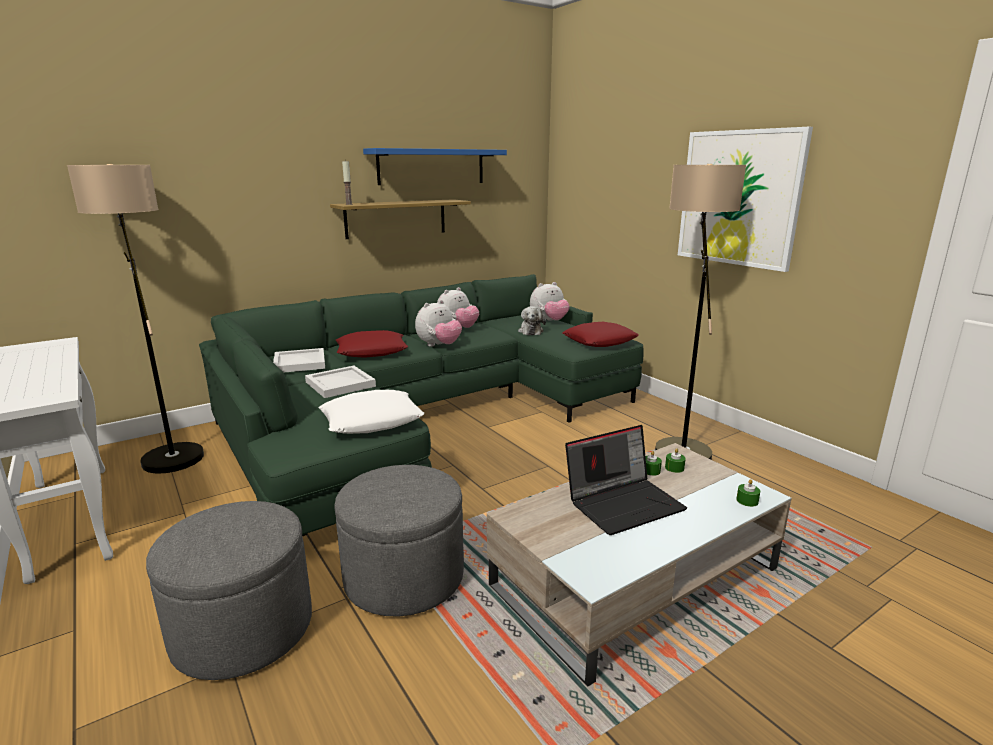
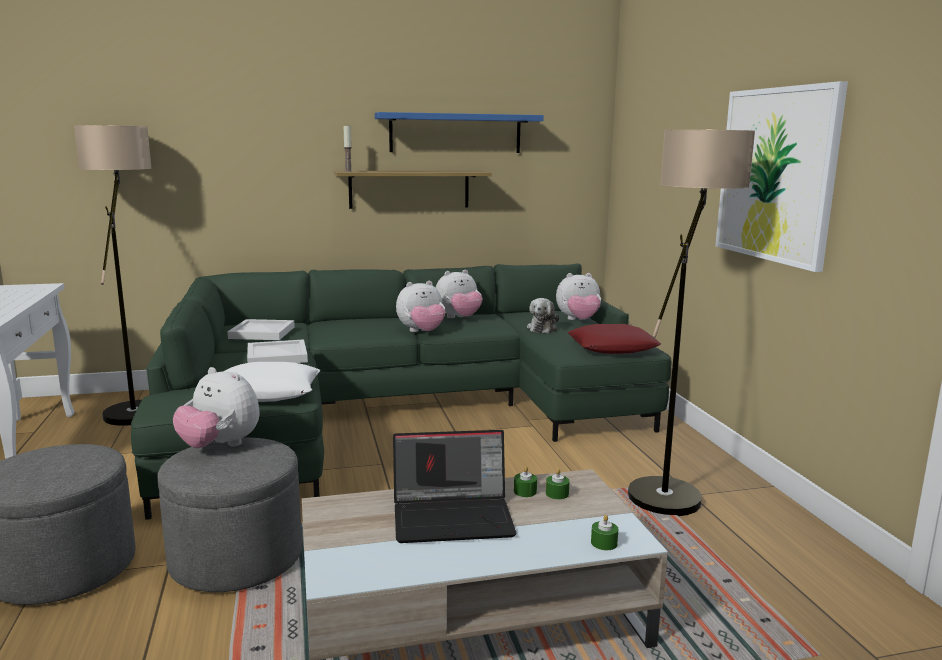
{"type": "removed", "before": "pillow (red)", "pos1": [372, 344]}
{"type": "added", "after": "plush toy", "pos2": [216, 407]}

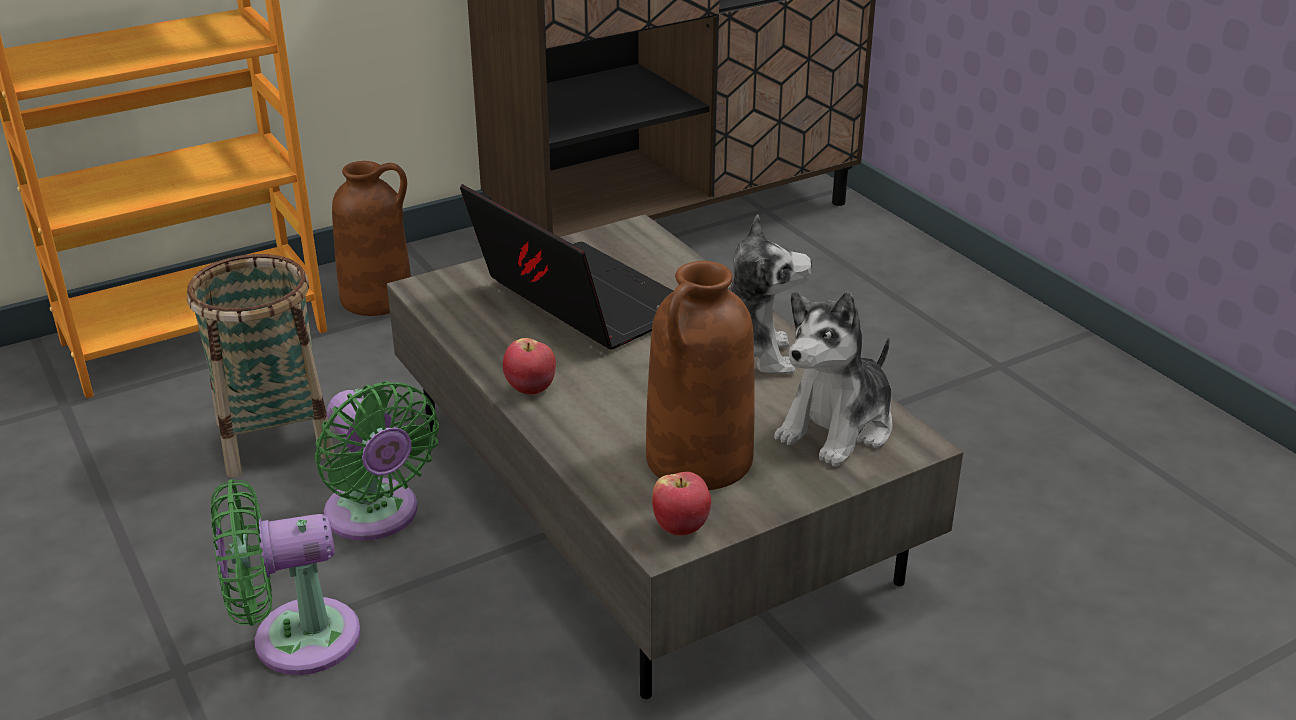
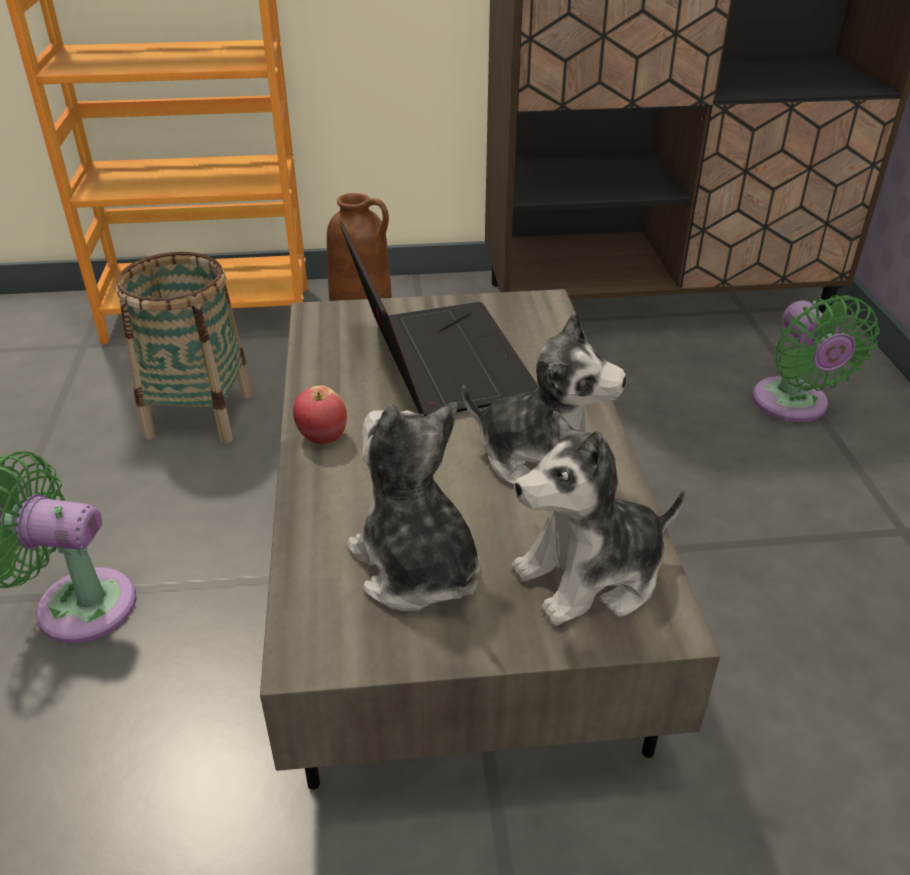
{"type": "replaced", "before": "vase (brown)", "after": "plush toy", "pos1": [700, 375], "pos2": [413, 506]}
{"type": "moved", "before": "fan (green)", "pos1": [377, 461], "pos2": [816, 358]}
{"type": "removed", "before": "apple", "pos1": [681, 503]}

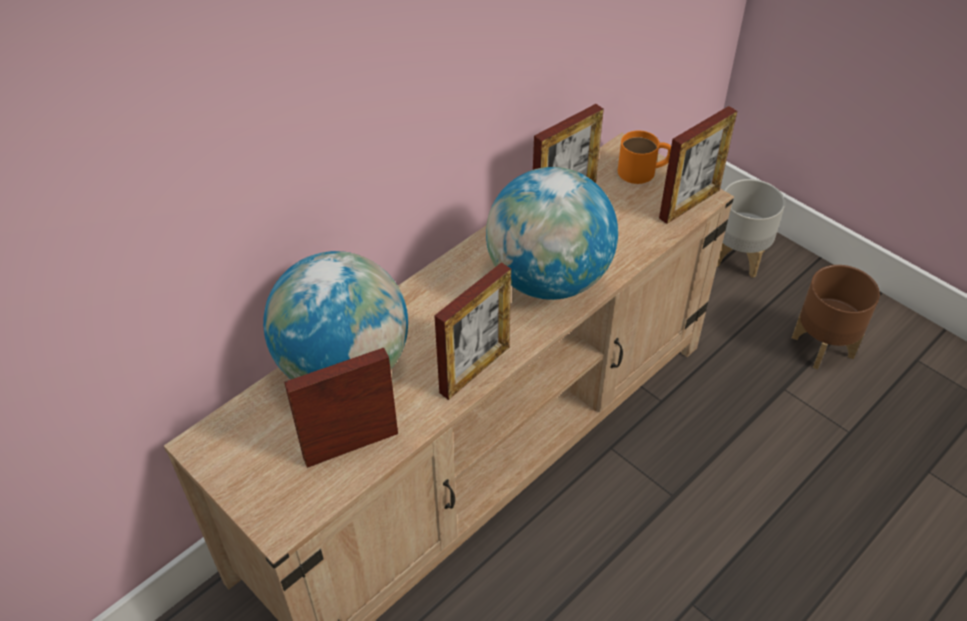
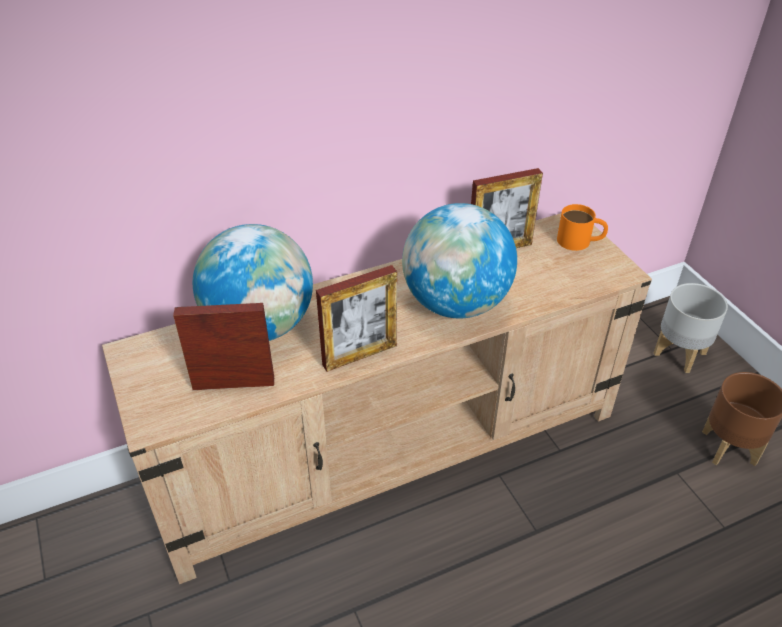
{"type": "removed", "before": "picture frame", "pos1": [698, 165]}

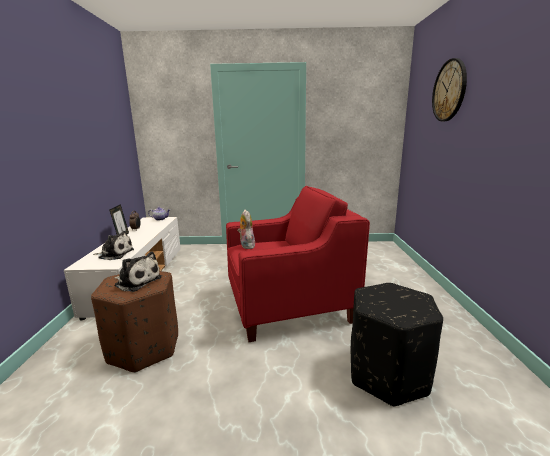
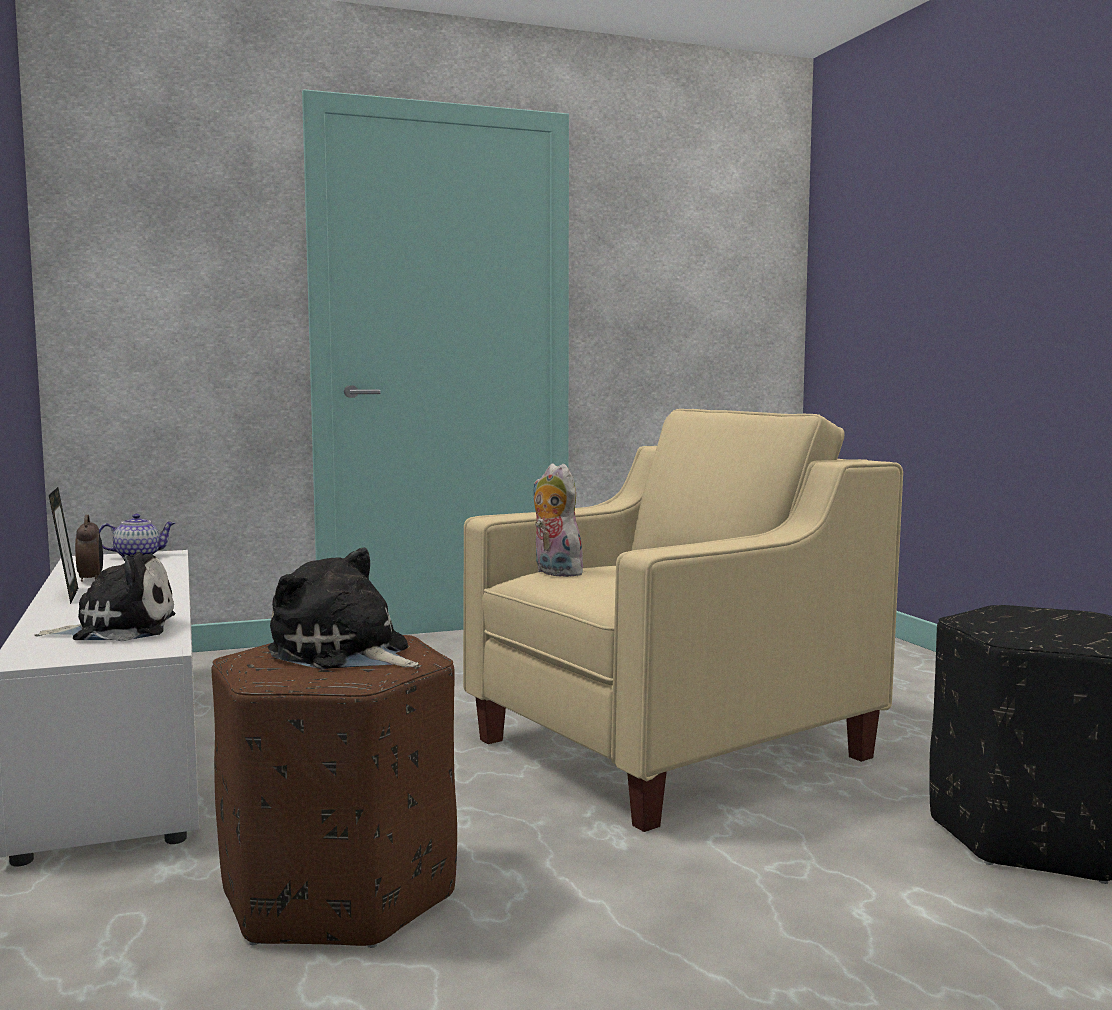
{"type": "removed", "before": "wall clock", "pos1": [449, 89]}
{"type": "recoloured", "before": "armchair (red)", "after": "armchair (beige)", "pos1": [298, 264], "pos2": [683, 620]}
{"type": "turned", "before": "plush toy", "pos1": [138, 271], "pos2": [343, 608], "turn": -150}

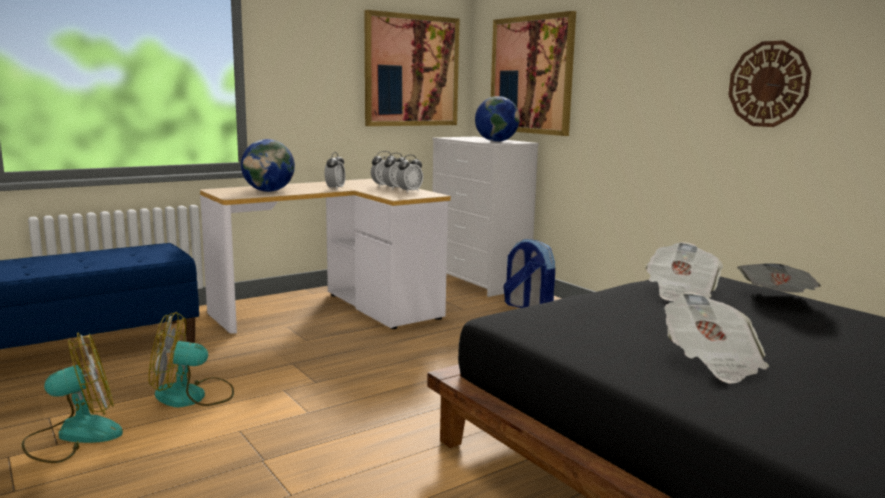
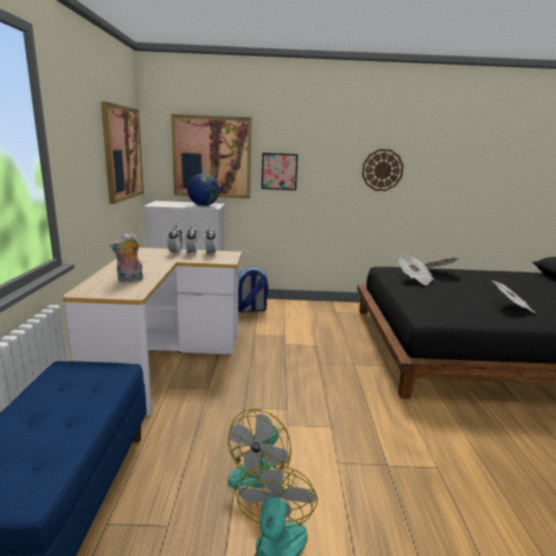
{"type": "replaced", "before": "globe", "after": "plush toy", "pos1": [268, 165], "pos2": [126, 258]}
{"type": "removed", "before": "alarm clock", "pos1": [335, 171]}
{"type": "added", "after": "picture", "pos2": [279, 171]}

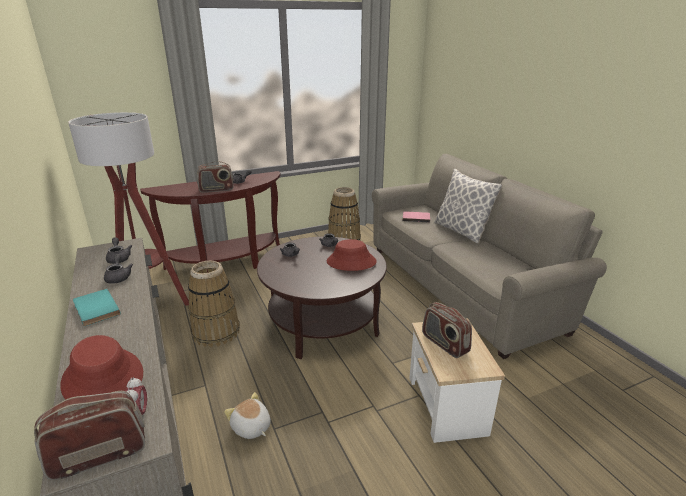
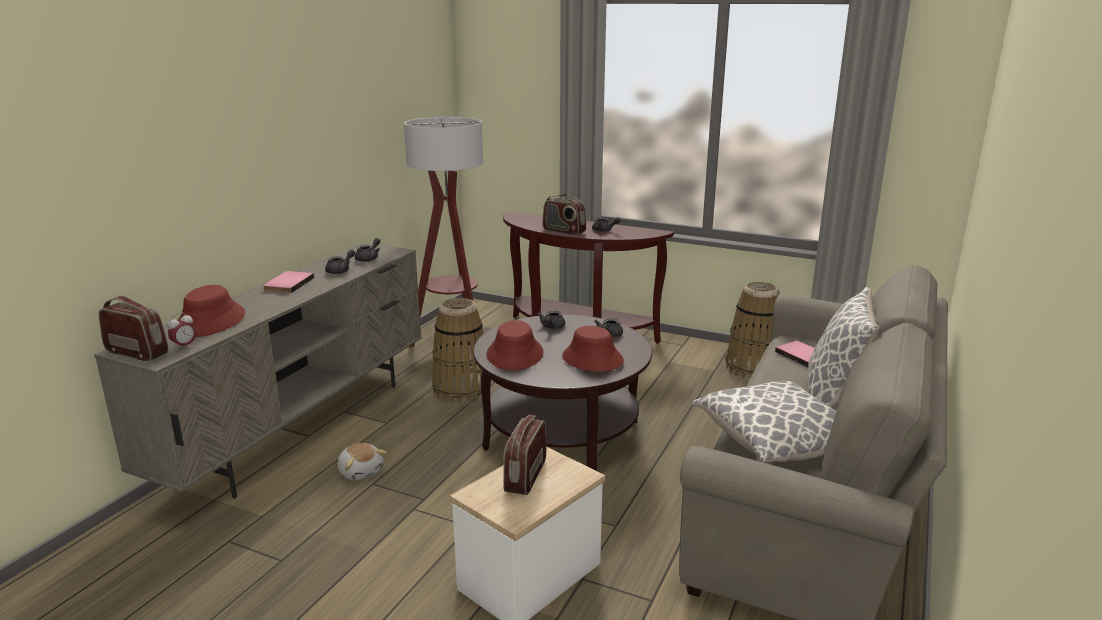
{"type": "recoloured", "before": "book (turquoise)", "after": "book (pink)", "pos1": [97, 307], "pos2": [288, 282]}
{"type": "turned", "before": "plush toy", "pos1": [247, 415], "pos2": [362, 462], "turn": 135}
{"type": "added", "after": "hat (red)", "pos2": [515, 345]}
{"type": "added", "after": "pillow", "pos2": [764, 422]}

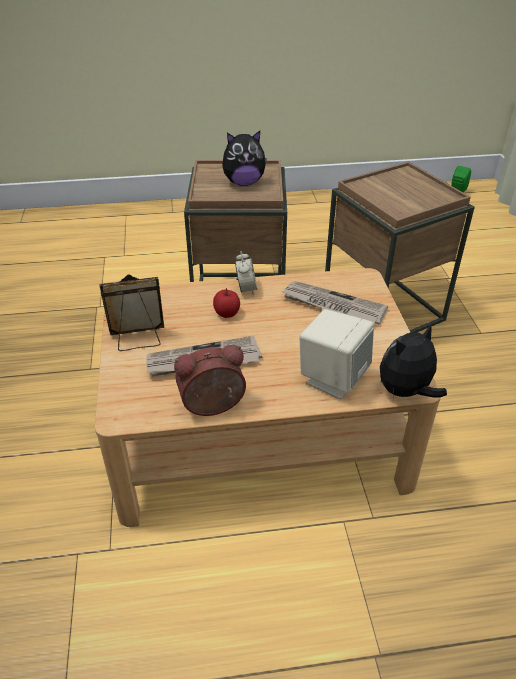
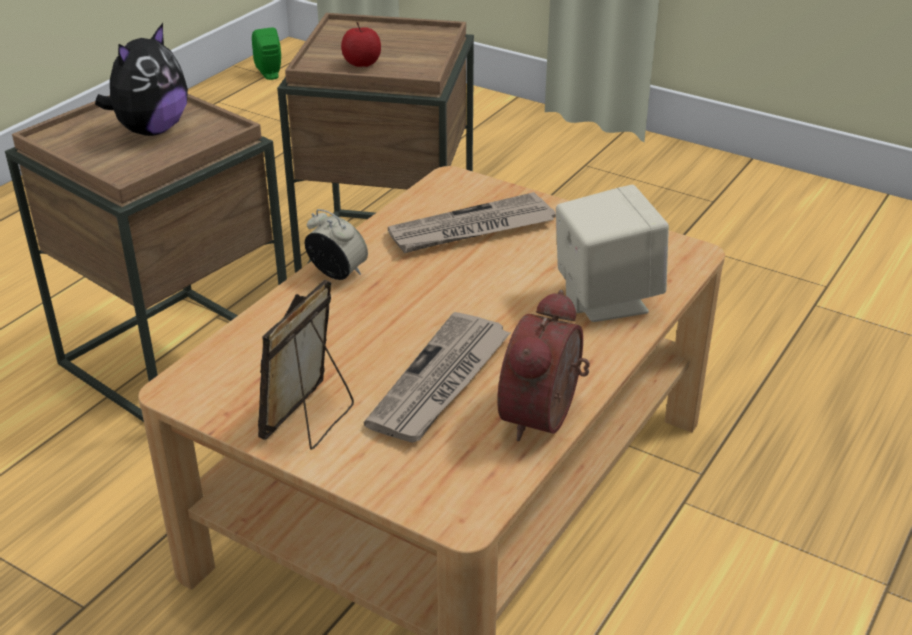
{"type": "moved", "before": "apple", "pos1": [226, 303], "pos2": [361, 44]}
{"type": "removed", "before": "plush toy", "pos1": [413, 362]}

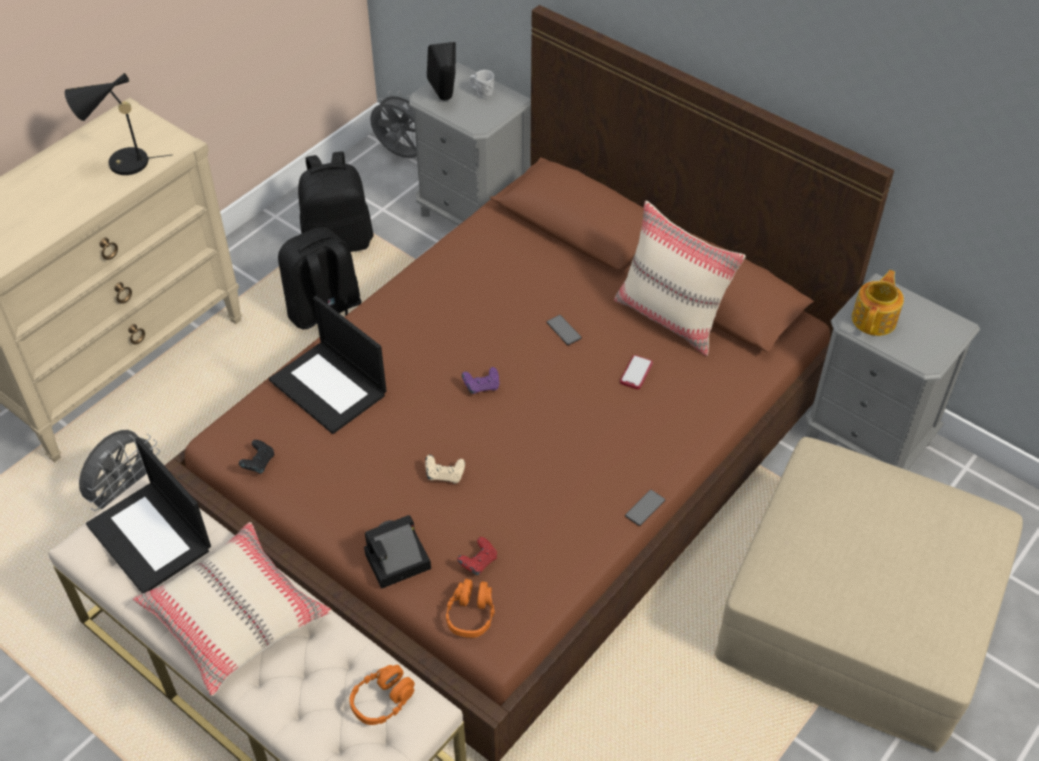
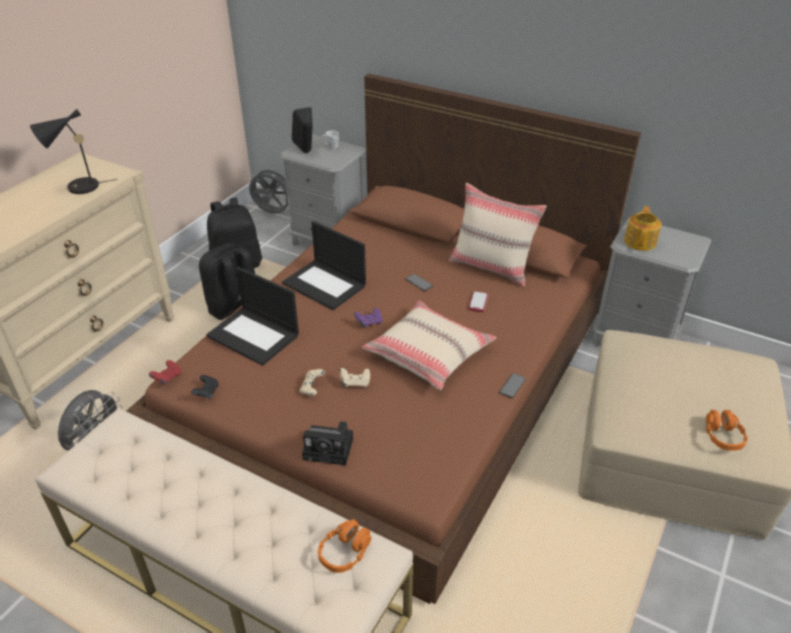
{"type": "moved", "before": "laptop", "pos1": [148, 515], "pos2": [324, 265]}
{"type": "turned", "before": "photo camera", "pos1": [397, 552], "pos2": [327, 443], "turn": -135}
{"type": "moved", "before": "pillow (beige)", "pos1": [232, 609], "pos2": [429, 345]}
{"type": "moved", "before": "game controller (red)", "pos1": [477, 556], "pos2": [165, 372]}
{"type": "moved", "before": "headphones (orange)", "pos1": [470, 608], "pos2": [727, 430]}
{"type": "added", "after": "game controller (beige)", "pos2": [312, 382]}

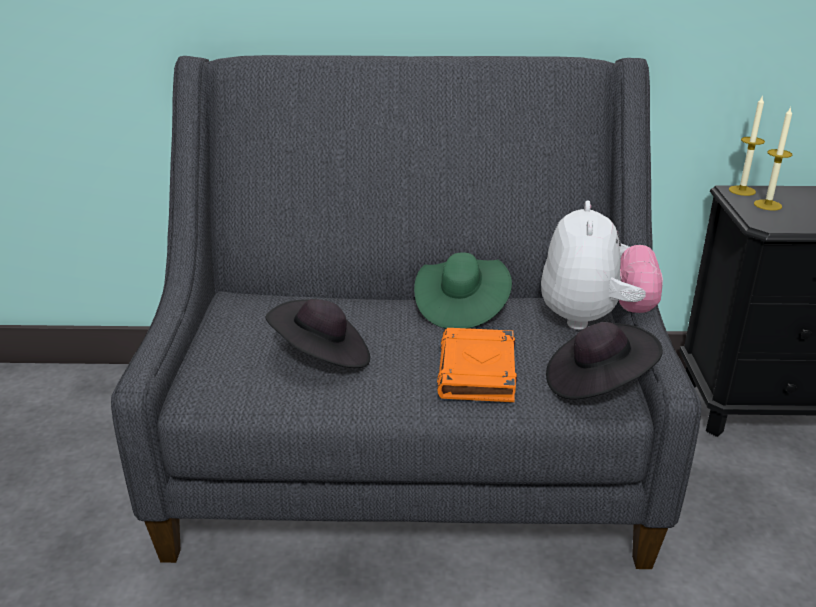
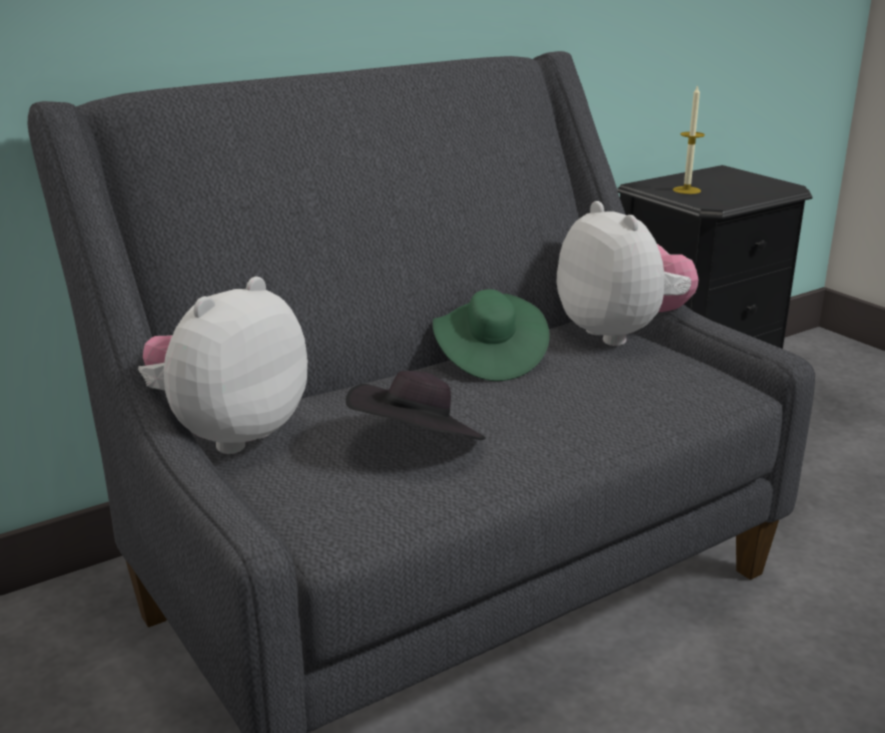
{"type": "removed", "before": "candle", "pos1": [747, 145]}
{"type": "removed", "before": "hat (black)", "pos1": [604, 361]}
{"type": "removed", "before": "book (orange)", "pos1": [477, 365]}
{"type": "added", "after": "plush toy", "pos2": [223, 365]}

